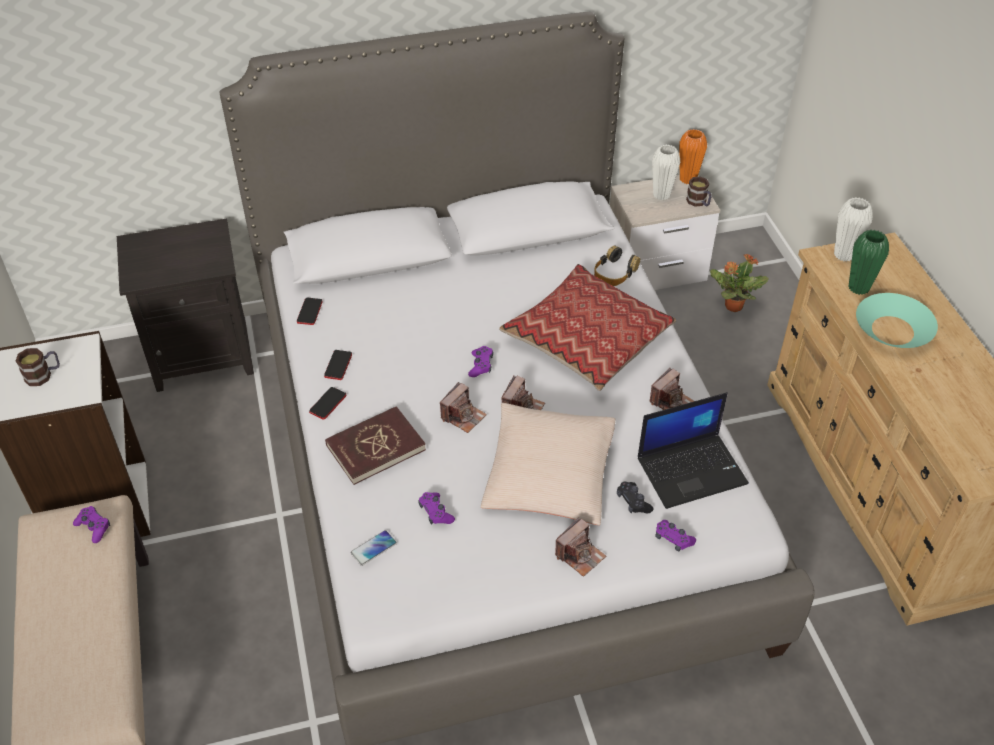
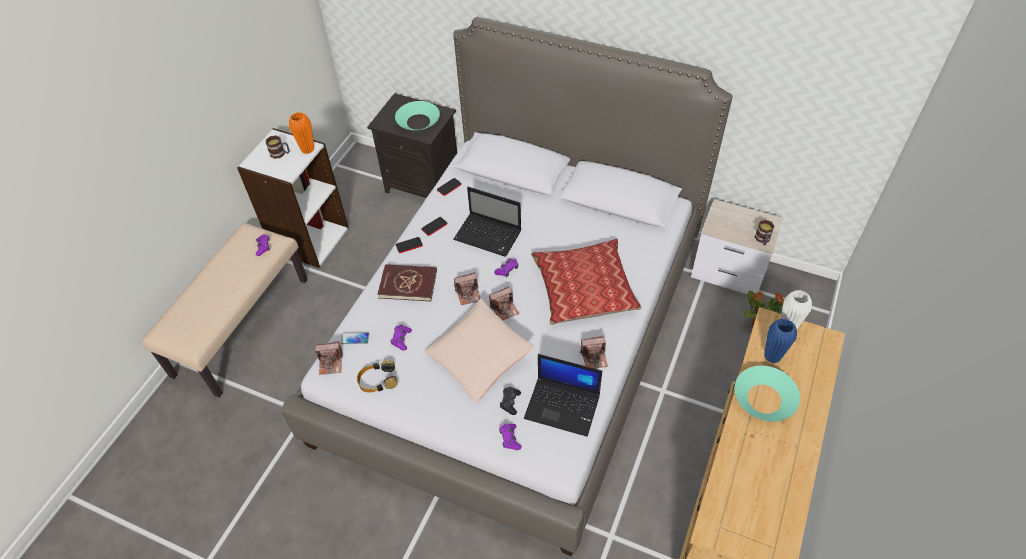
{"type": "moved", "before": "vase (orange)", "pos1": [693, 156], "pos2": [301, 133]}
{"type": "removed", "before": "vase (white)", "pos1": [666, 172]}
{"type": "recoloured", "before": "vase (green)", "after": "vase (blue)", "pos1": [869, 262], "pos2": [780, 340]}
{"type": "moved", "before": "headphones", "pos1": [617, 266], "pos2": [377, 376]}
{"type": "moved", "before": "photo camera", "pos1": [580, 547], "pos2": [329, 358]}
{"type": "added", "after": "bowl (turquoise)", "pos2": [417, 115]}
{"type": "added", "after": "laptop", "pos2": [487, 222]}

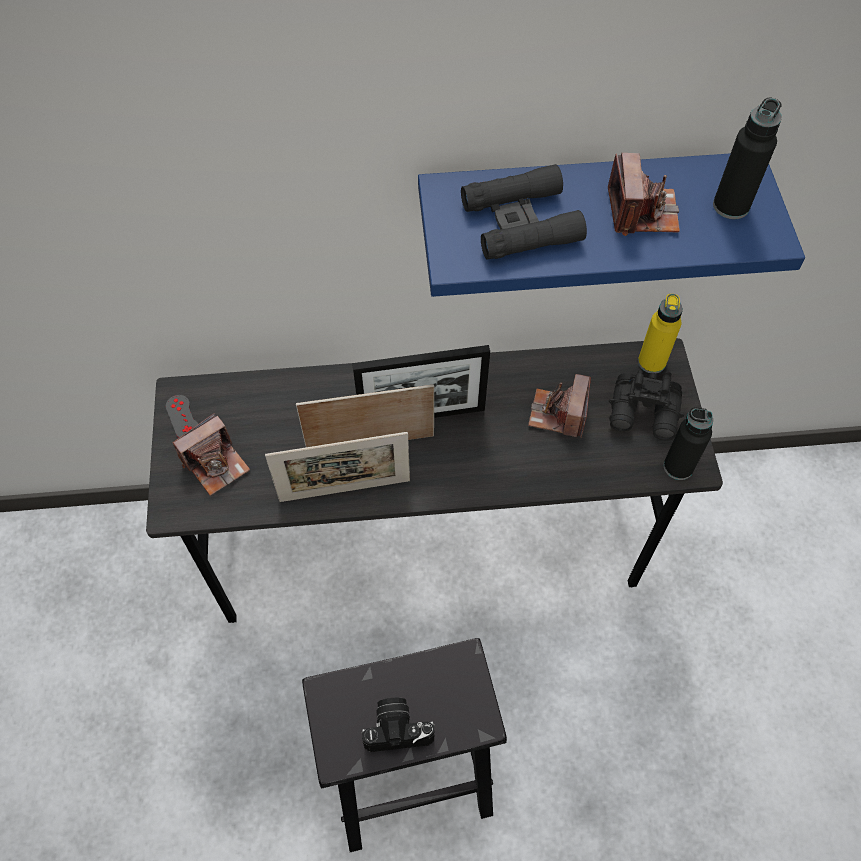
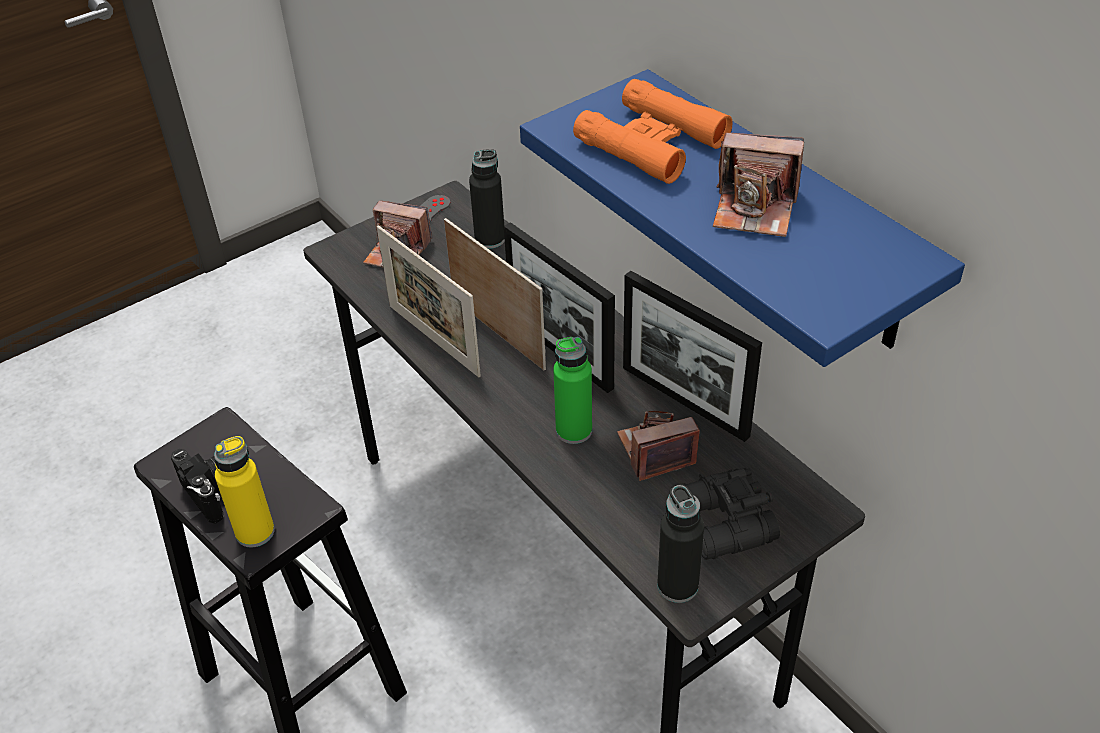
{"type": "moved", "before": "bottle (black)", "pos1": [747, 158], "pos2": [487, 199]}
{"type": "turned", "before": "photo camera", "pos1": [644, 194], "pos2": [758, 185], "turn": 45}
{"type": "recoloured", "before": "binoculars (black)", "after": "binoculars (orange)", "pos1": [524, 212], "pos2": [653, 131]}
{"type": "moved", "before": "bottle (yellow)", "pos1": [660, 333], "pos2": [244, 492]}
{"type": "added", "after": "picture frame", "pos2": [692, 356]}
{"type": "added", "after": "bottle (green)", "pos2": [572, 390]}

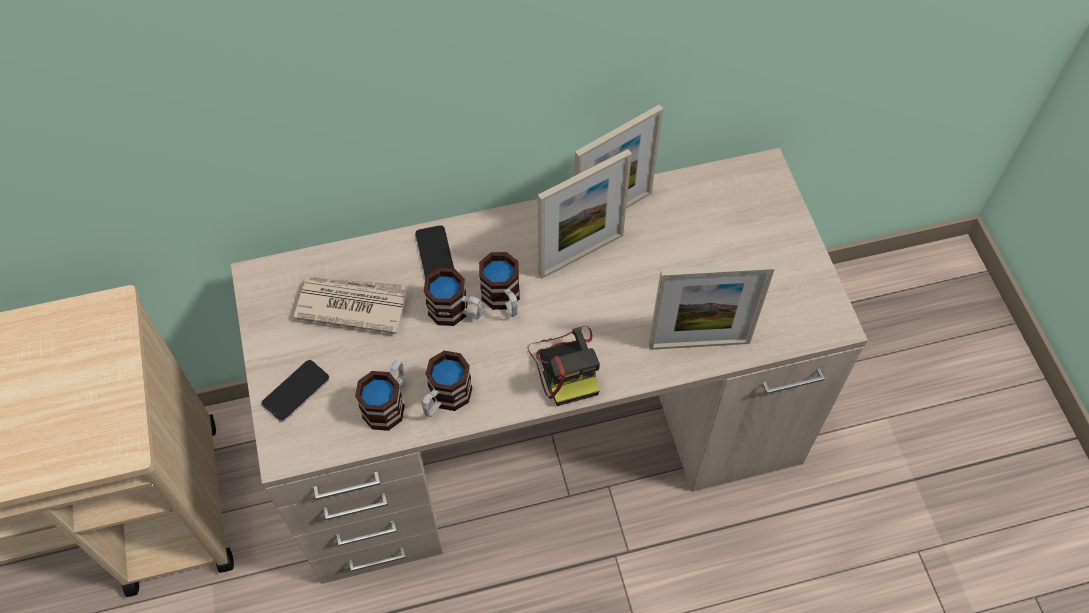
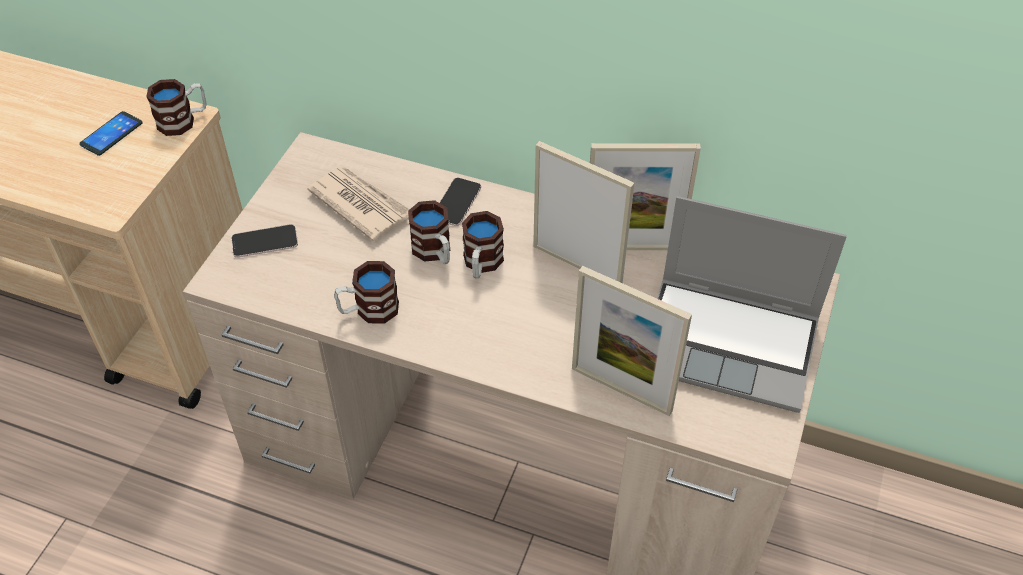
{"type": "turned", "before": "picture frame", "pos1": [585, 214], "pos2": [584, 212], "turn": -150}
{"type": "removed", "before": "photo camera", "pos1": [564, 366]}
{"type": "moved", "before": "mug", "pos1": [380, 395], "pos2": [176, 107]}
{"type": "added", "after": "phone", "pos2": [111, 133]}
{"type": "added", "after": "laptop", "pos2": [752, 304]}

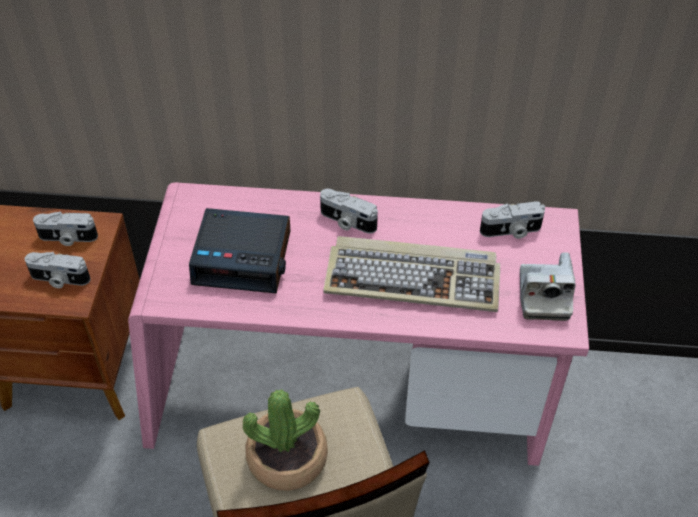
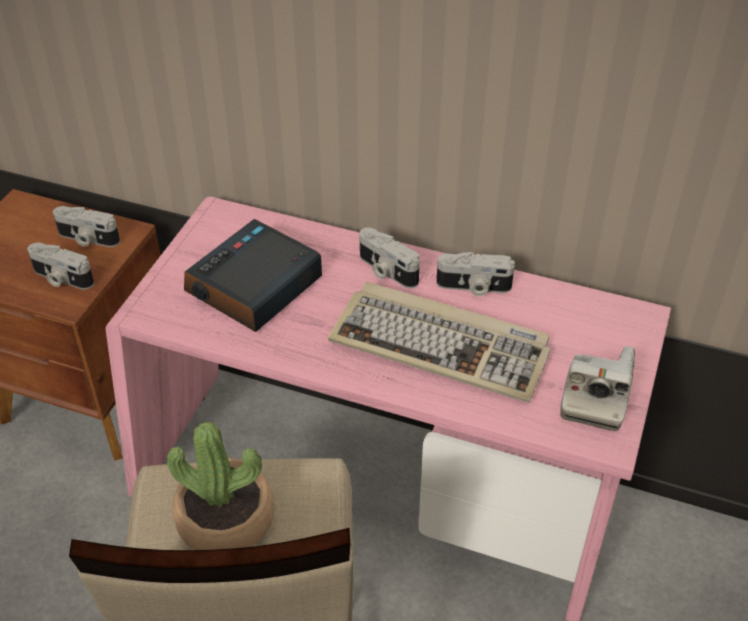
{"type": "moved", "before": "photo camera", "pos1": [512, 220], "pos2": [475, 274]}
{"type": "turned", "before": "alarm clock", "pos1": [239, 250], "pos2": [253, 275], "turn": 105}

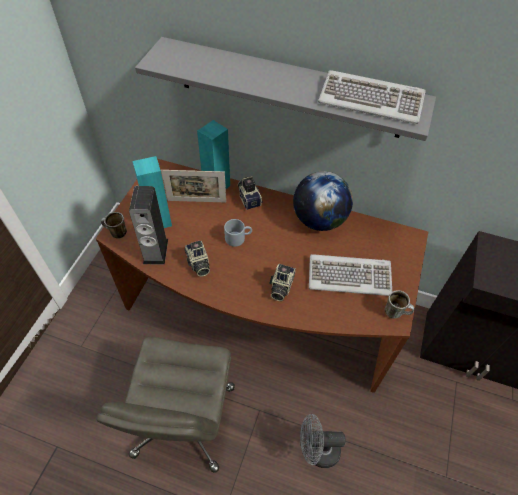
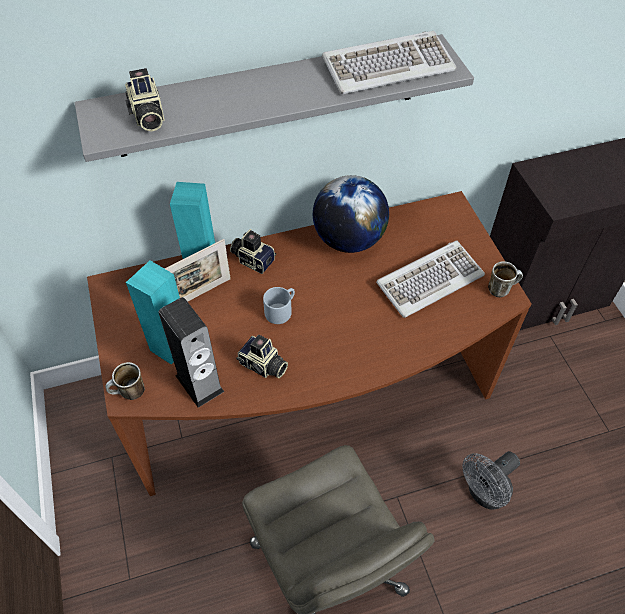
{"type": "moved", "before": "photo camera", "pos1": [282, 282], "pos2": [145, 100]}

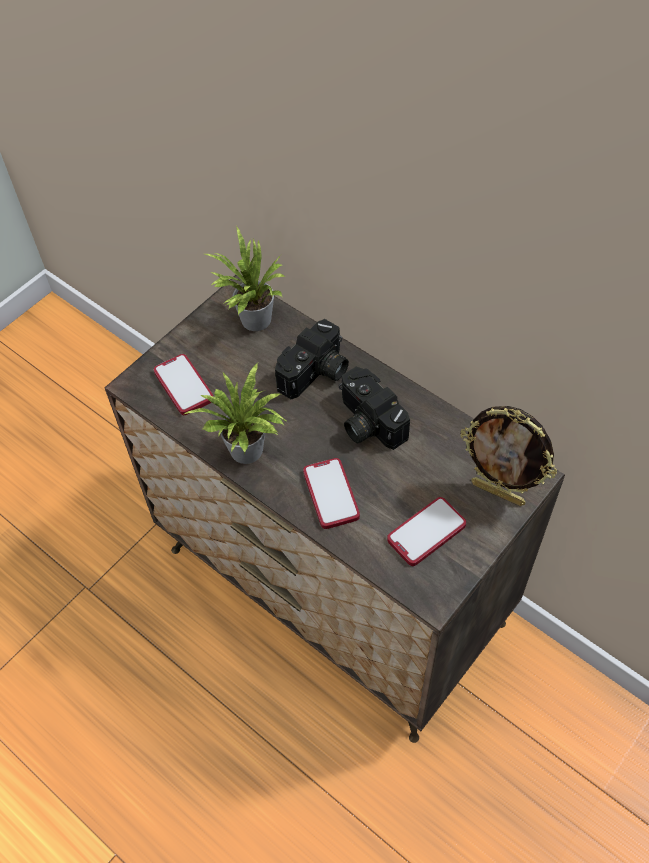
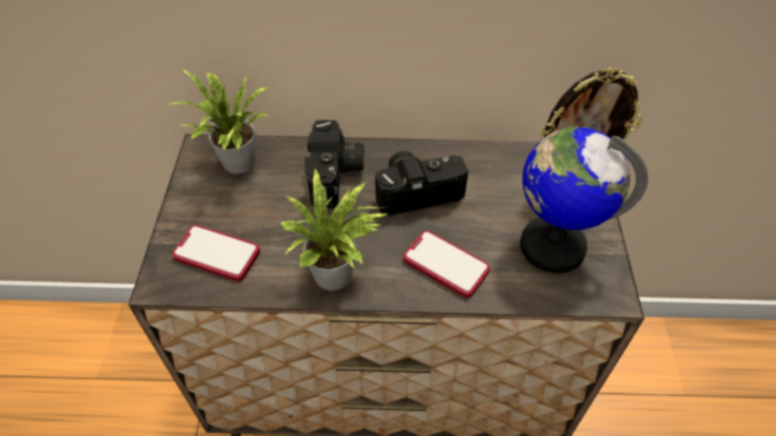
{"type": "turned", "before": "photo camera", "pos1": [374, 408], "pos2": [421, 183], "turn": 150}
{"type": "replaced", "before": "phone", "after": "globe", "pos1": [426, 531], "pos2": [584, 200]}

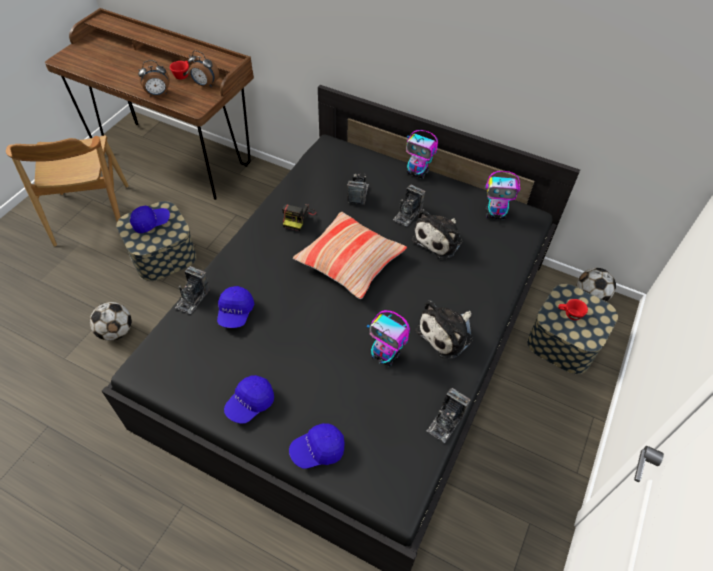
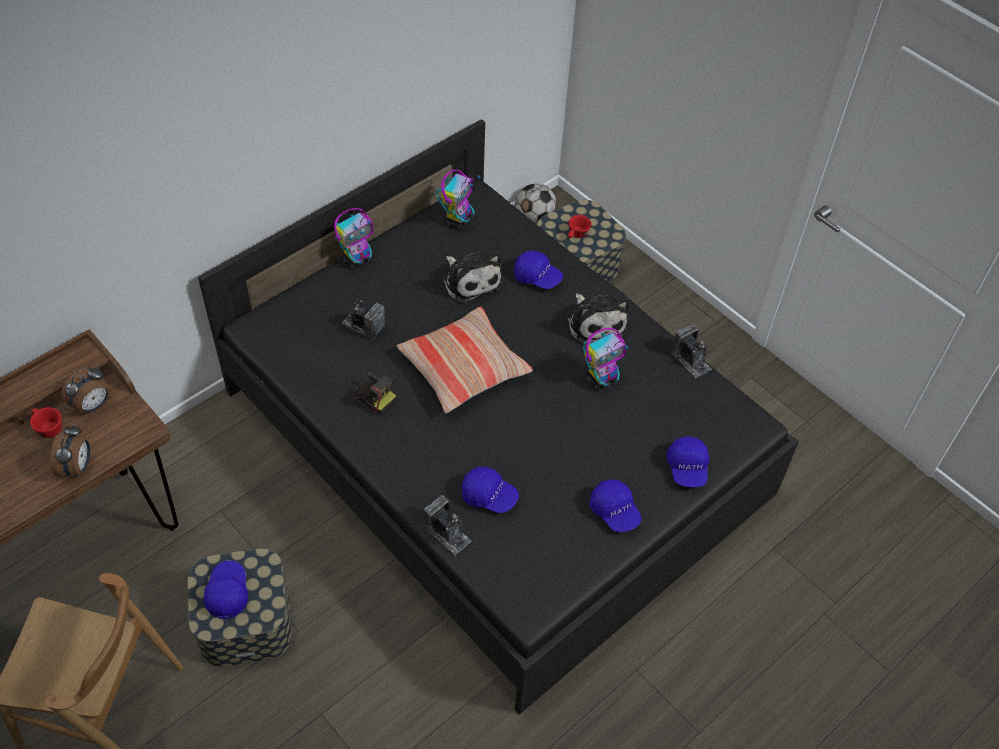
{"type": "removed", "before": "photo camera", "pos1": [409, 205]}
{"type": "removed", "before": "football", "pos1": [110, 321]}
{"type": "added", "after": "cap (blue)", "pos2": [538, 270]}

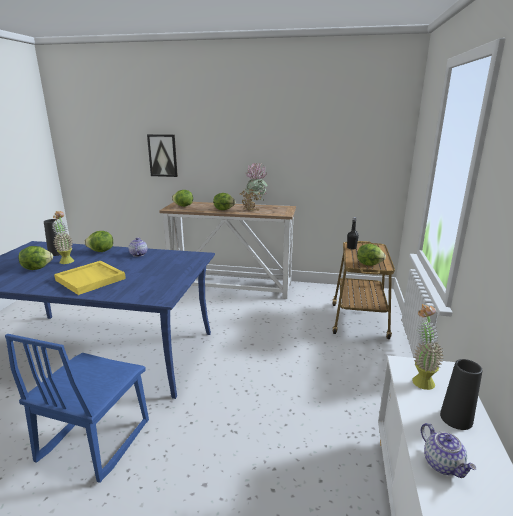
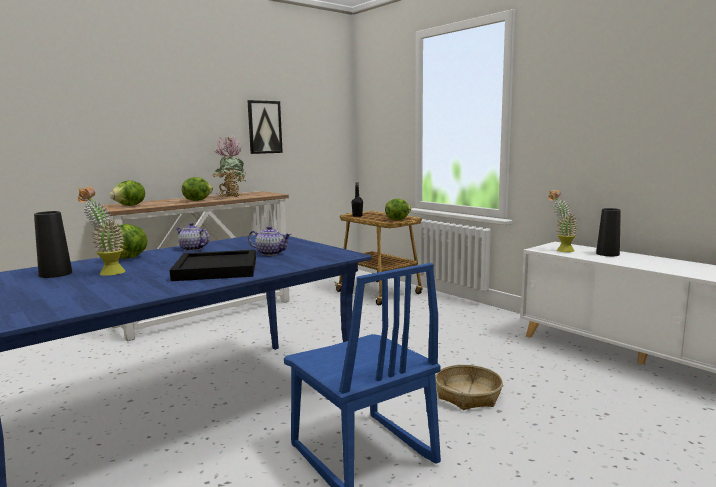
{"type": "moved", "before": "picture", "pos1": [162, 155], "pos2": [265, 127]}
{"type": "removed", "before": "lettuce", "pos1": [35, 258]}
{"type": "recoloured", "before": "tray (yellow)", "after": "tray (black)", "pos1": [90, 278], "pos2": [213, 265]}
{"type": "moved", "before": "teapot", "pos1": [448, 450], "pos2": [270, 241]}
{"type": "added", "after": "basket", "pos2": [469, 387]}

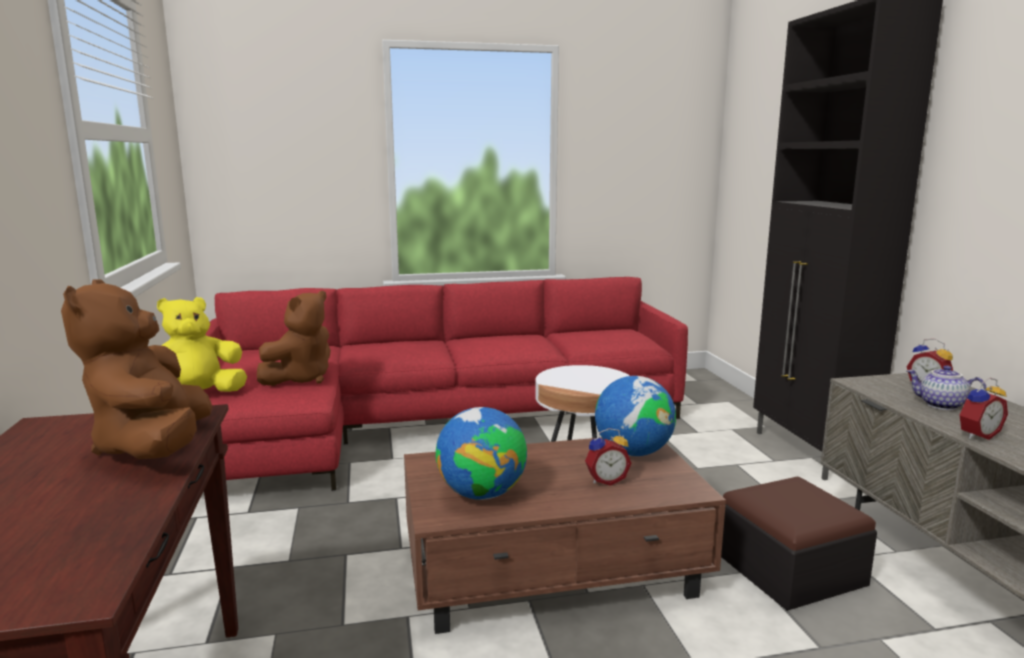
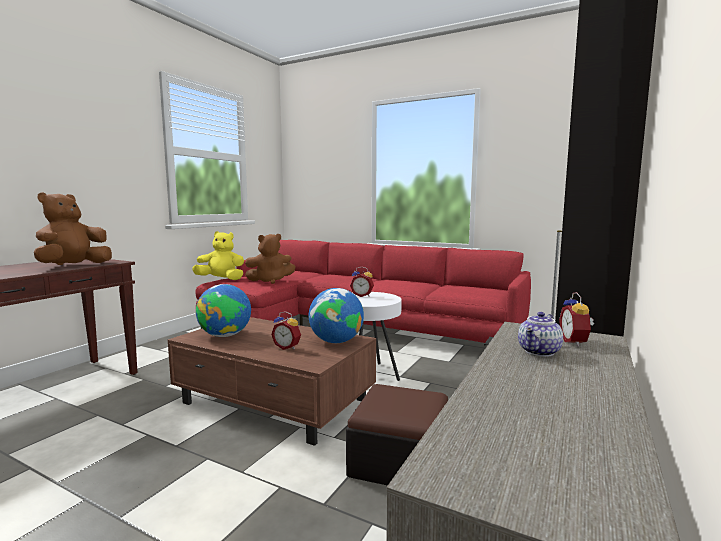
{"type": "turned", "before": "teapot", "pos1": [947, 387], "pos2": [540, 334], "turn": -120}
{"type": "moved", "before": "alarm clock", "pos1": [983, 409], "pos2": [362, 282]}

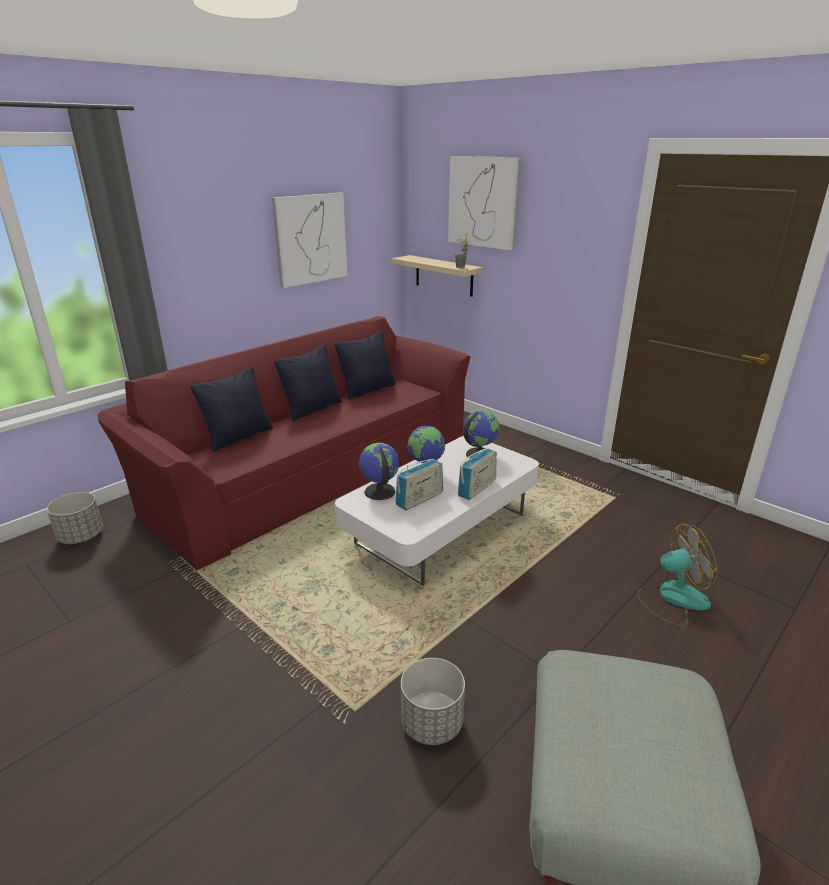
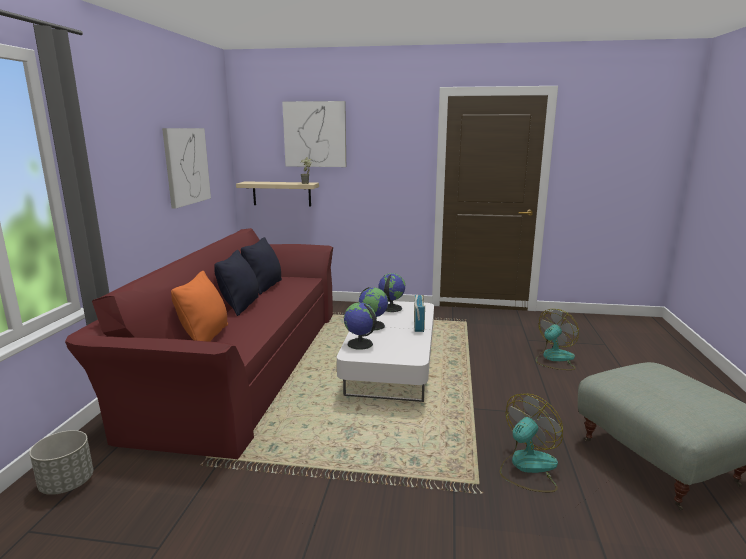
{"type": "recoloured", "before": "pillow (black)", "after": "pillow (orange)", "pos1": [232, 409], "pos2": [199, 306]}
{"type": "removed", "before": "radio", "pos1": [419, 484]}
{"type": "replaced", "before": "planter (grey)", "after": "fan", "pos1": [433, 701], "pos2": [531, 442]}

